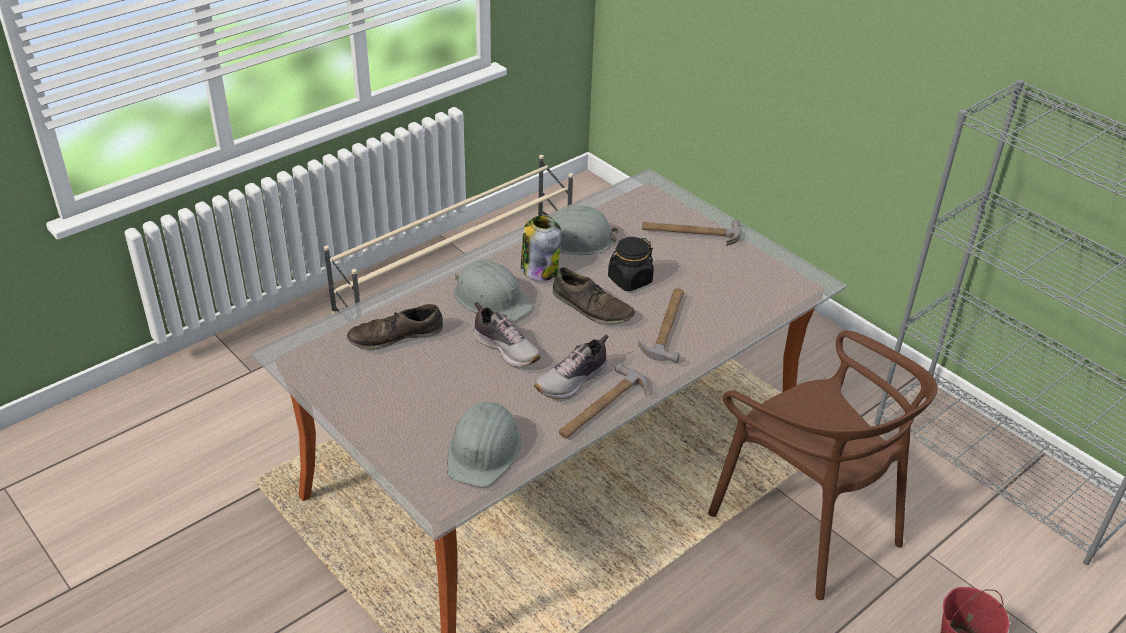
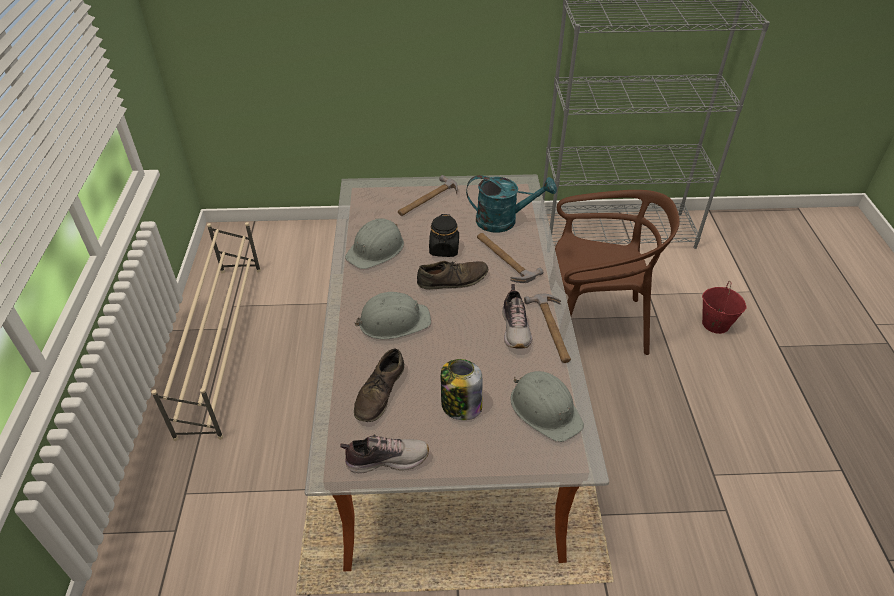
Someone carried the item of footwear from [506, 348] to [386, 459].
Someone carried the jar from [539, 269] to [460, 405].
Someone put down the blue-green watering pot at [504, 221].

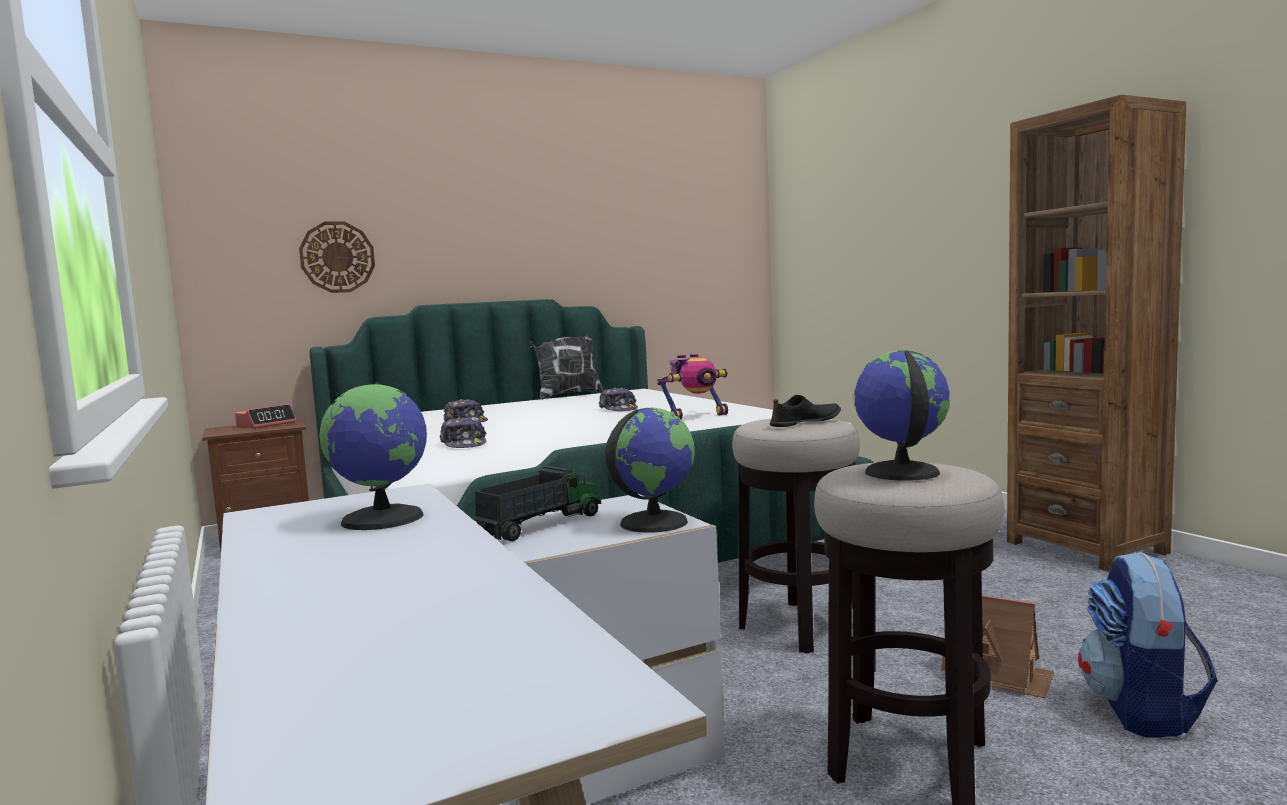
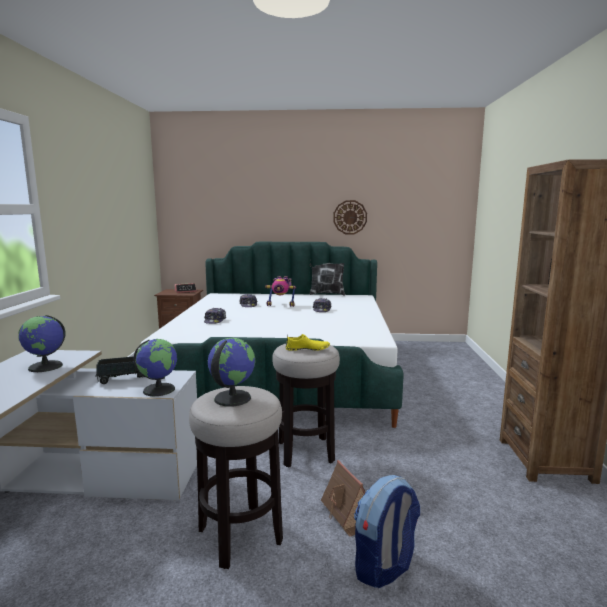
Someone carried the toy robot from [696, 416] to [281, 305].
Someone repainted the blackish item of footwear at [806, 422], which became the yellow-coloured item of footwear at [307, 349].
Someone carried the wall clock from [337, 257] to [350, 217].

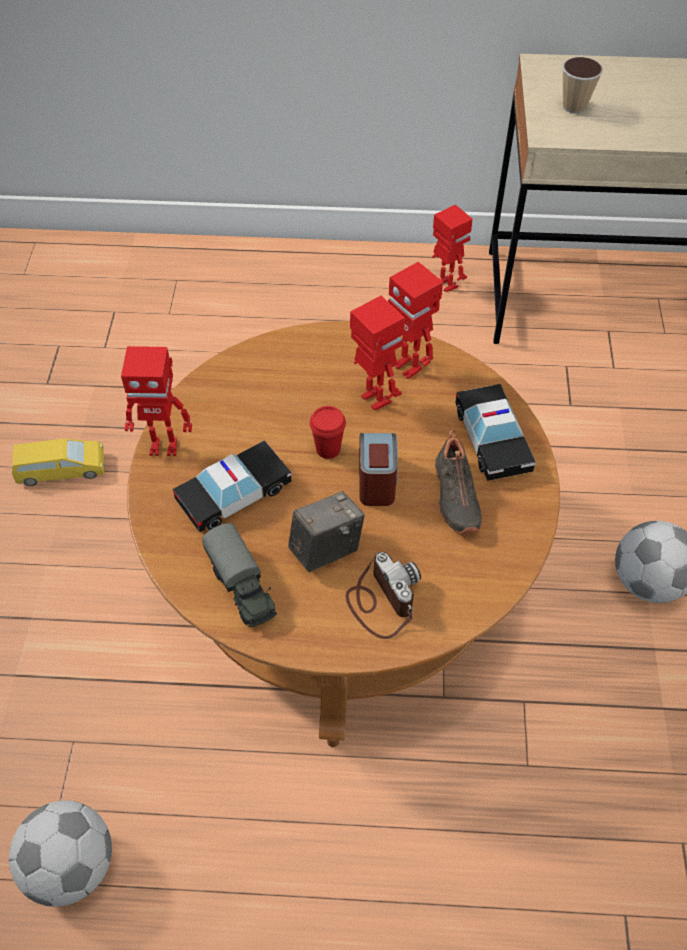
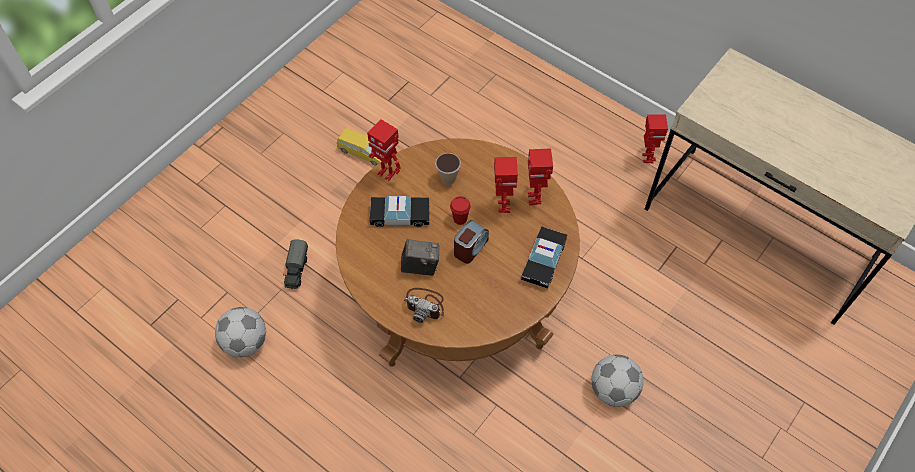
Someone carried the model truck from [242, 587] to [296, 270].
Someone rotated the still camera at [381, 600] by 105 degrees clockwise.
Someone carried the small cup from [574, 107] to [448, 178].
Someone took away the blackish item of footwear at [454, 496].

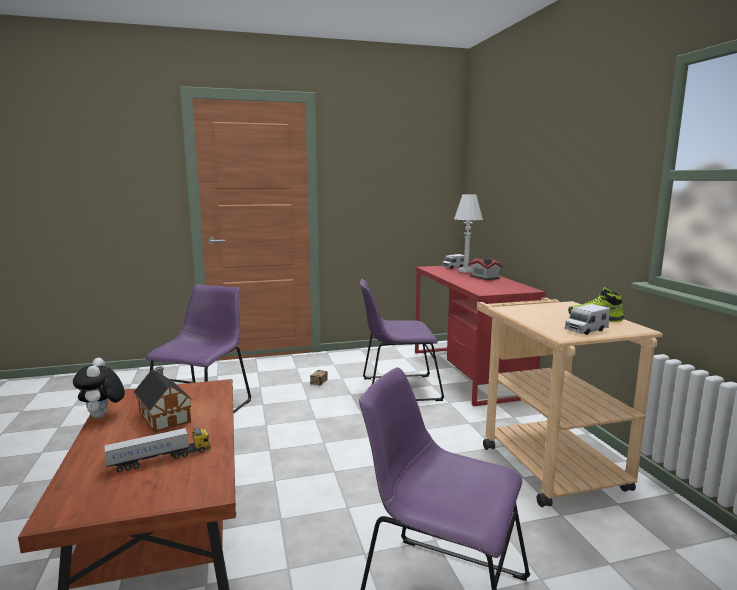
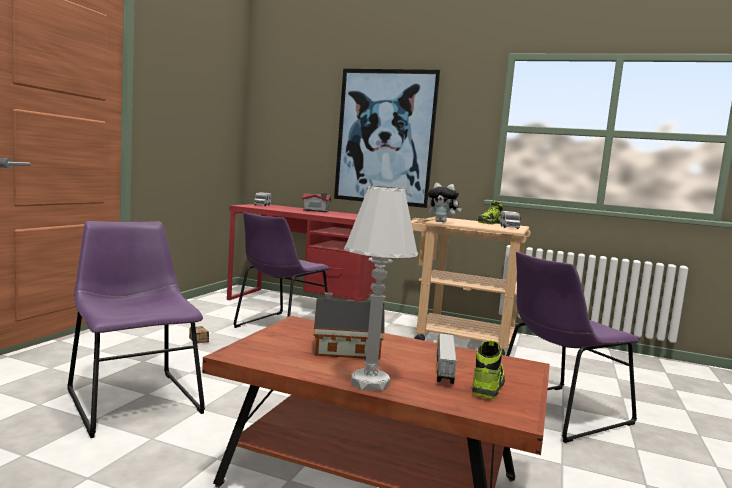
Someone put up the wall picture at [385, 137].
Someone carried the whitish lamp for a table from [466, 271] to [370, 383].
Someone carried the soft toy from [102, 416] to [442, 222].
Someone put down the item of footwear at [486, 385].

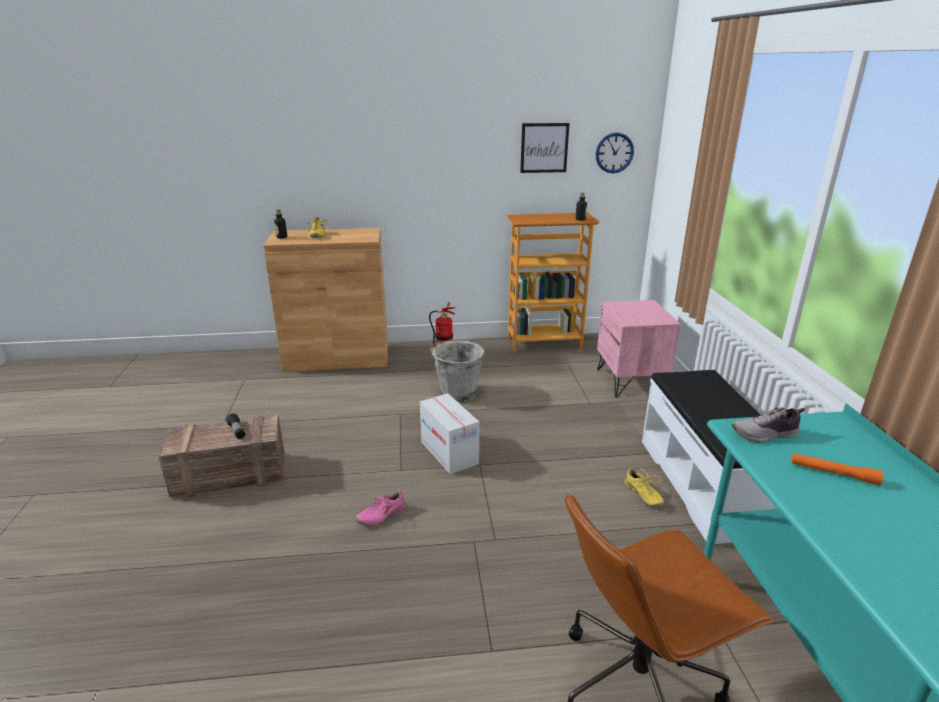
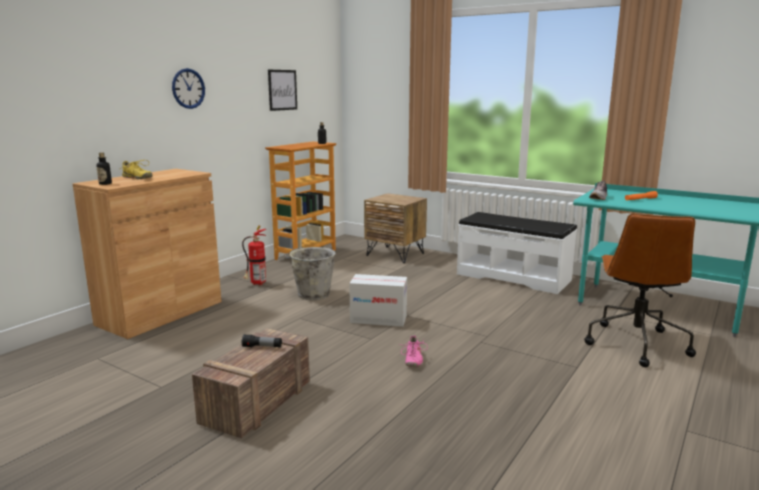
Someone carried the wall clock from [614, 153] to [188, 88].
Someone repainted the pink bedside table at [631, 382], which became the brownish bedside table at [395, 254].
Someone took away the yellow-coloured item of footwear at [642, 495].

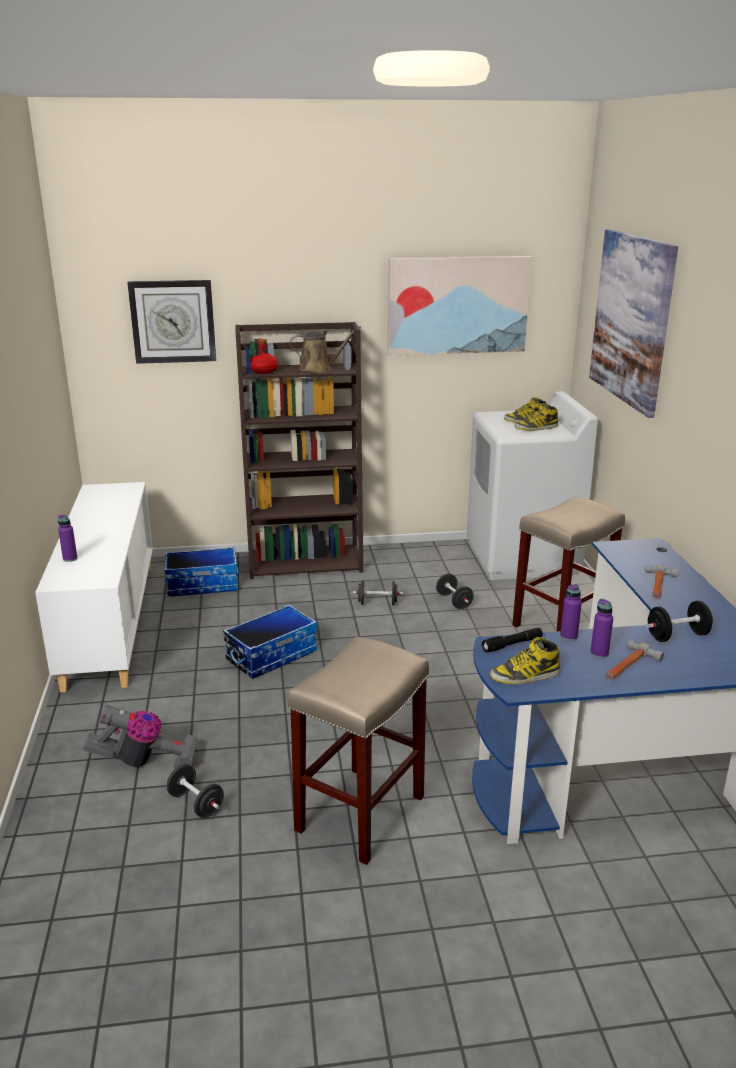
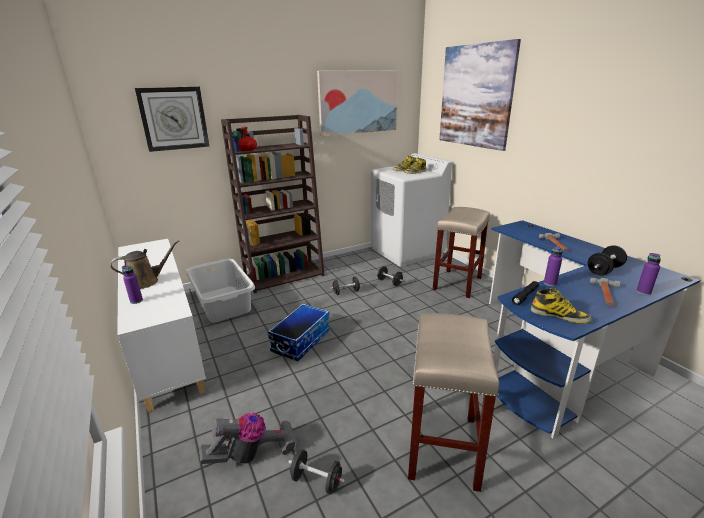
Someone carried the brownish watering pot from [319, 369] to [146, 281].
Someone swapped the storage box at [203, 584] for the grey washing basket at [223, 303].
Someone rotated the boot at [525, 676] by 120 degrees counterclockwise.
Someone carried the purple-coloured beverage bottle from [599, 653] to [643, 292].

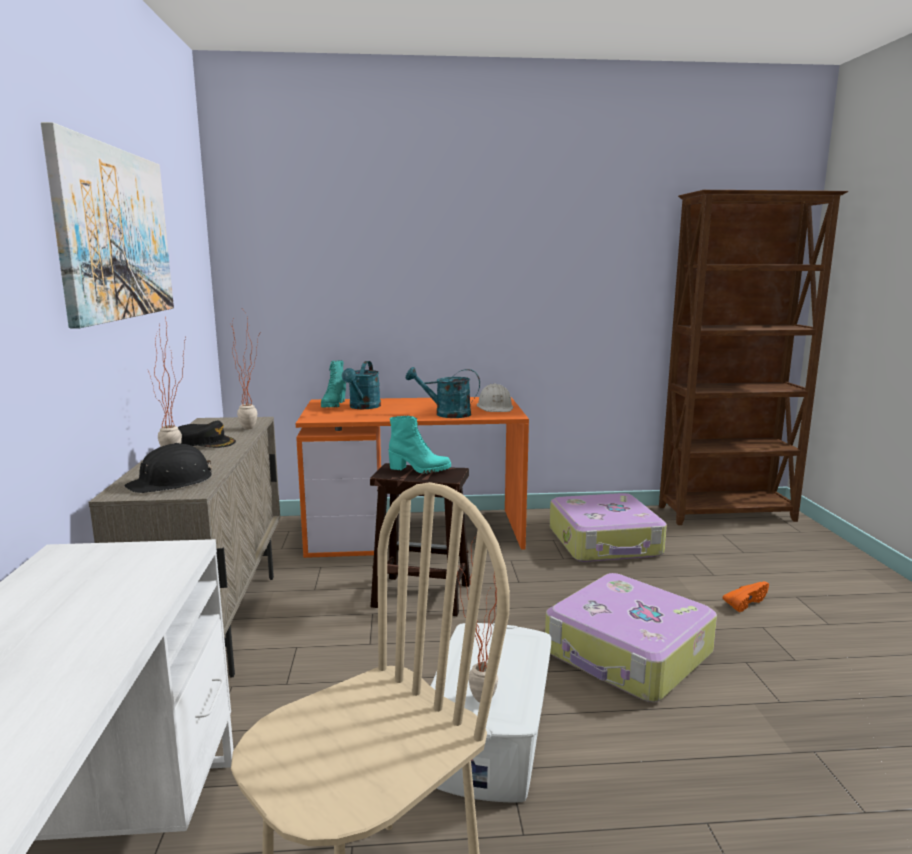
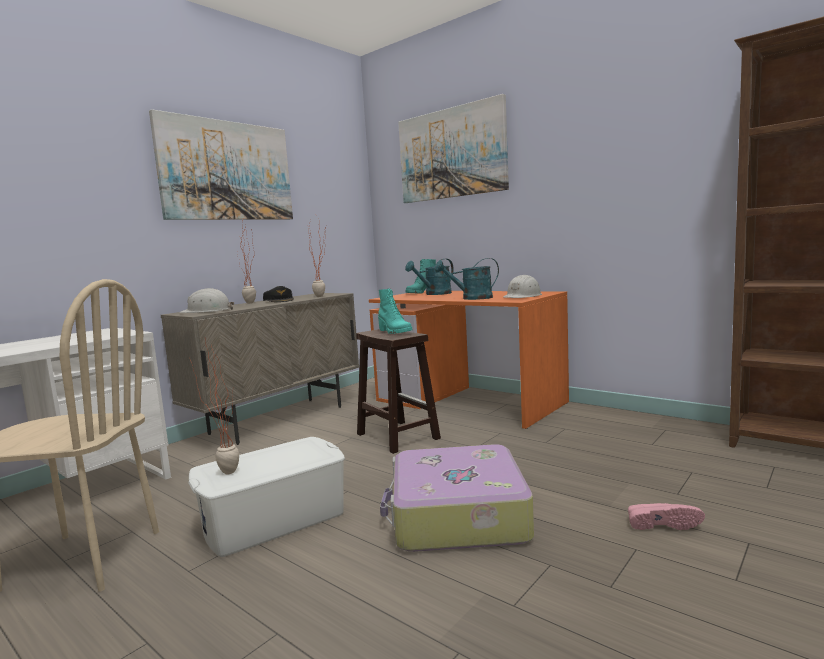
Someone repainted the blackish hard hat at [172, 482], which became the whitish hard hat at [207, 311].
Someone put up the wall picture at [451, 153].
Someone rotated the blue-green watering pot at [446, 414] by 60 degrees counterclockwise.
Someone repainted the orangey item of footwear at [744, 602], which became the pink item of footwear at [662, 524].
Someone took away the travel case at [605, 542].

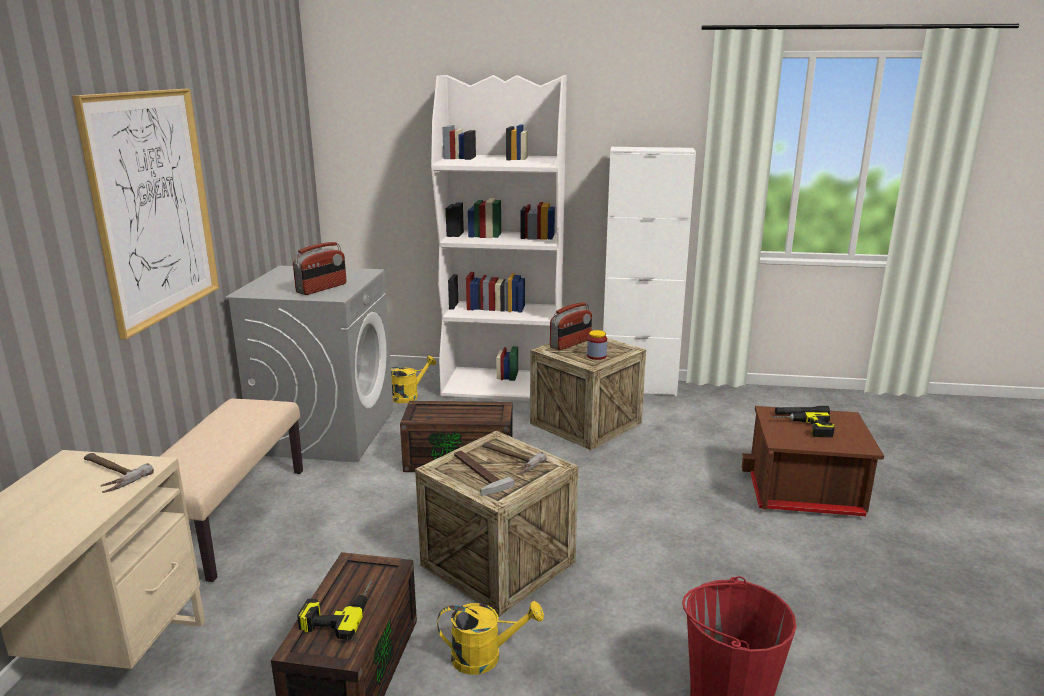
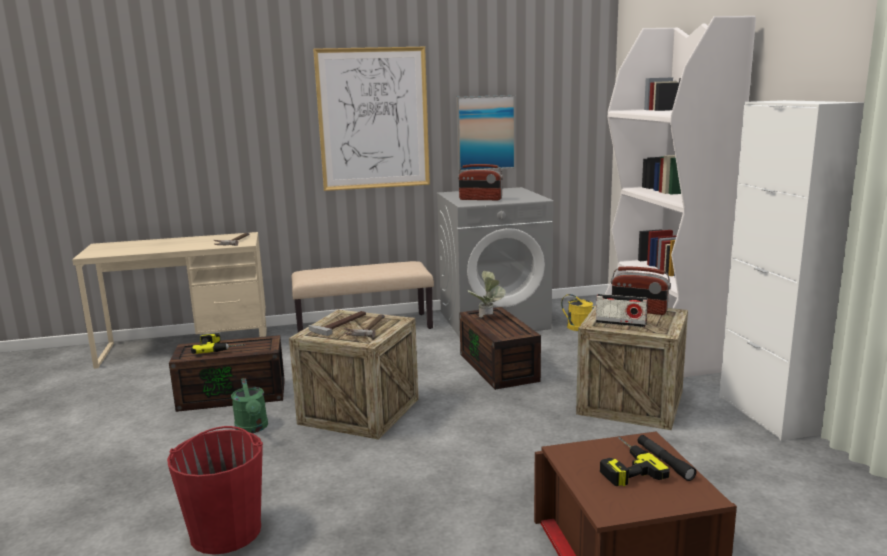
Someone repainted the yellow-coloured watering pot at [485, 657], which became the green watering pot at [252, 428].
Someone put up the wall picture at [485, 133].
Someone put down the plant in a pot at [487, 318].
Someone swapped the jar at [596, 356] for the radio receiver at [620, 323].

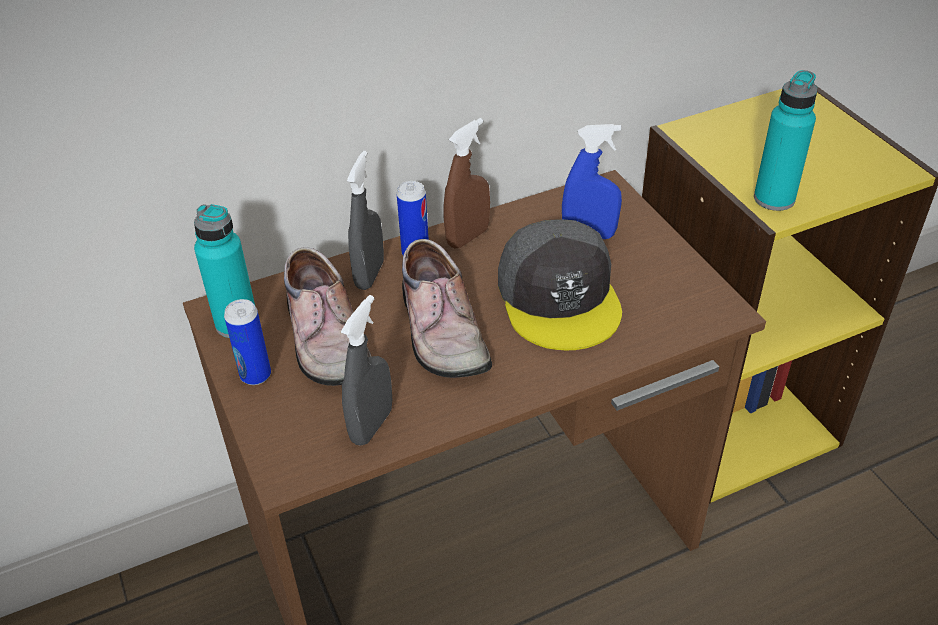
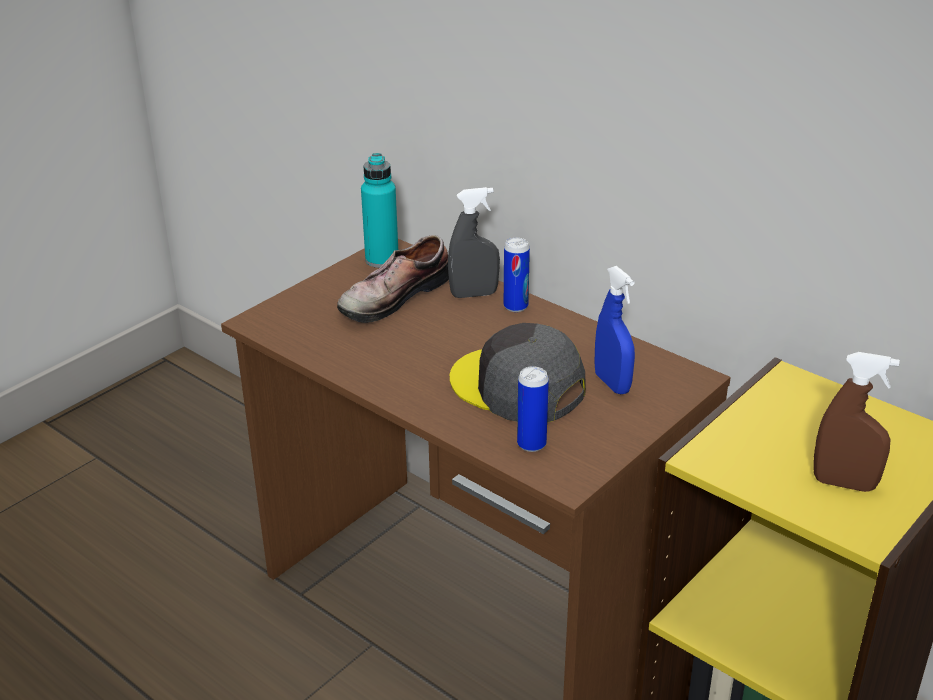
Someone rotated the grey baseball cap at [559, 296] by 75 degrees clockwise.
Someone carried the metal can from [255, 375] to [531, 444].
Someone carried the brownish sprayer from [468, 237] to [844, 484].
Someone took away the grey sprayer at [371, 425].
Someone took away the item of footwear at [438, 329].
Someone took away the blue-green beverage bottle at [774, 198].

